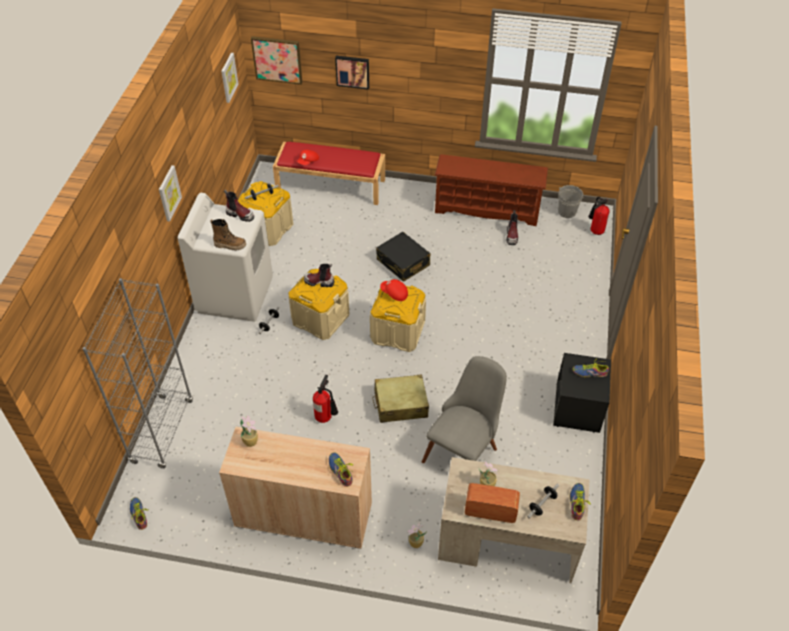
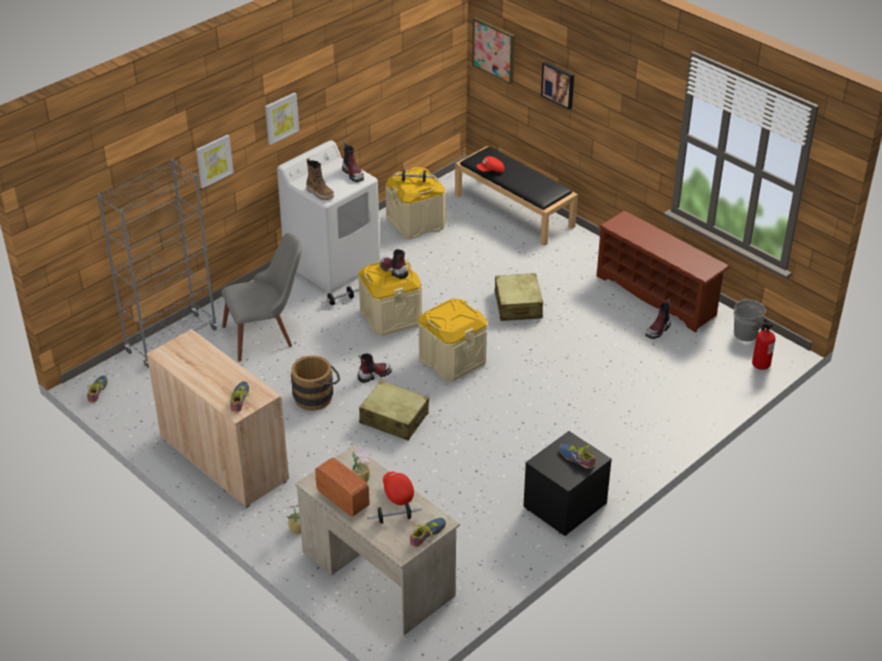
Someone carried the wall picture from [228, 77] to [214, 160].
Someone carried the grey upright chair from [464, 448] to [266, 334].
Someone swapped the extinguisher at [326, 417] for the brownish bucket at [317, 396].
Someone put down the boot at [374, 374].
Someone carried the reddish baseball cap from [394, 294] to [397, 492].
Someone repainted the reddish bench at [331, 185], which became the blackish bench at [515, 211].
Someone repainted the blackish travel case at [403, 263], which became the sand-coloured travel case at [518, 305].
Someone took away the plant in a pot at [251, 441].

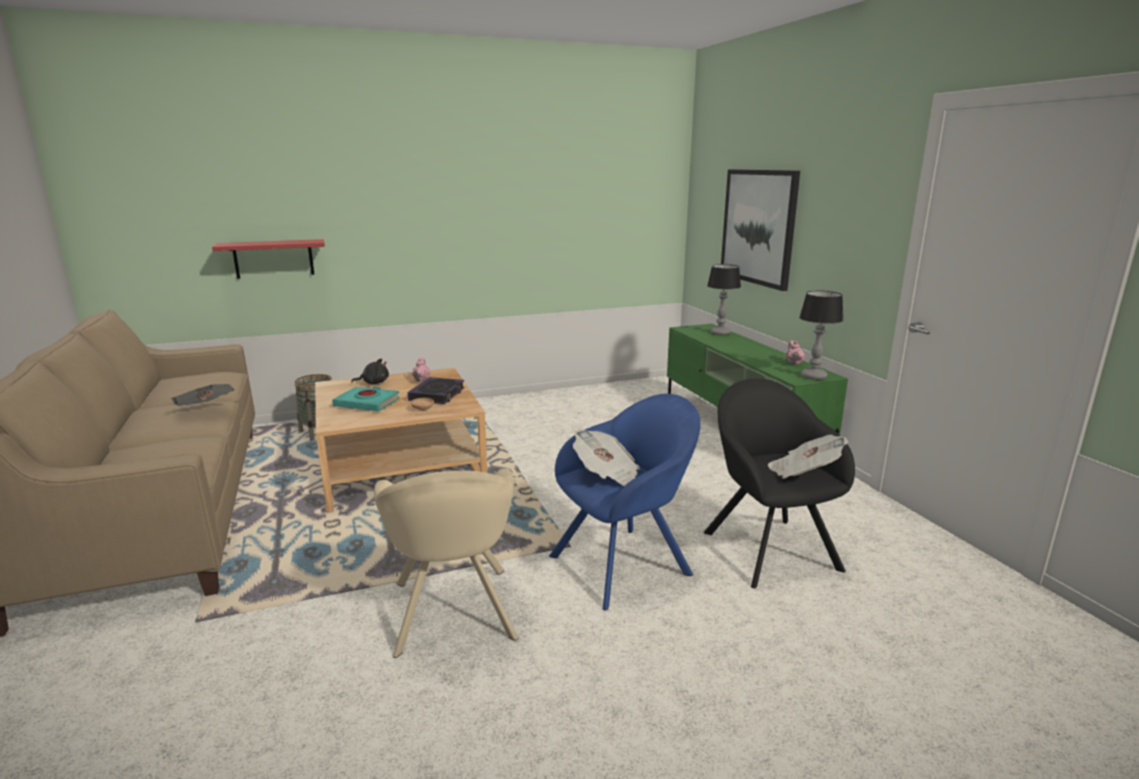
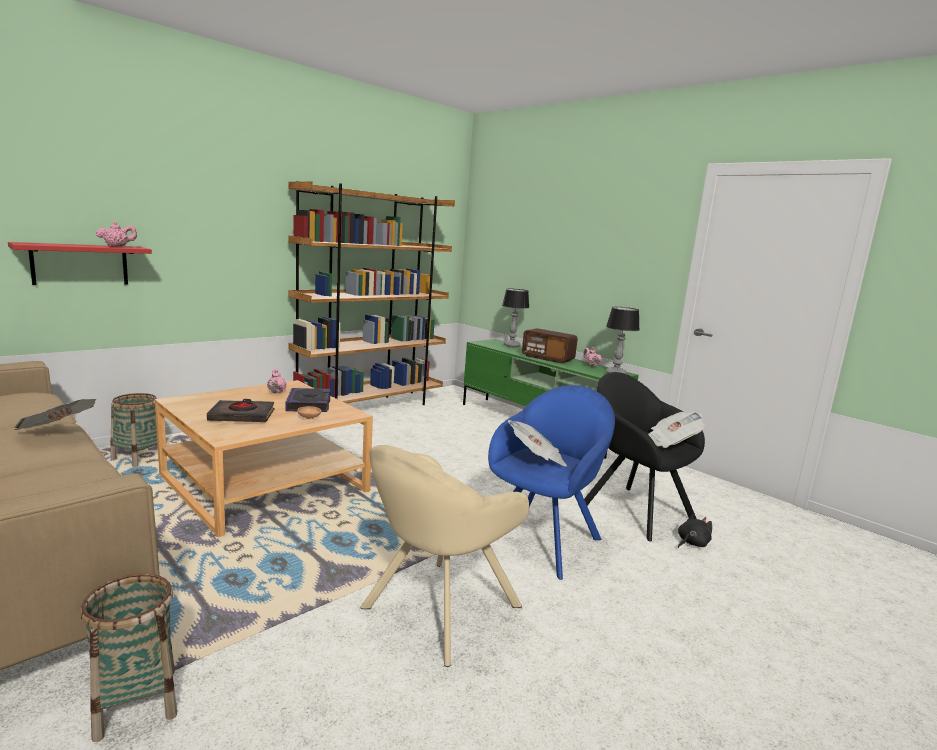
Someone put down the storage basket at [136, 703].
Someone put down the pink teapot at [117, 246].
Someone repainted the blue-green bound book at [367, 403], which became the blackish bound book at [242, 416].
Someone put down the brownish bookcase at [370, 407].
Someone rotated the sand-coloured easy chair at [453, 614] by 75 degrees clockwise.
Someone put down the radio receiver at [547, 358].
Someone carried the blackish soft toy from [374, 383] to [691, 543].
Someone took away the wall picture at [758, 227].

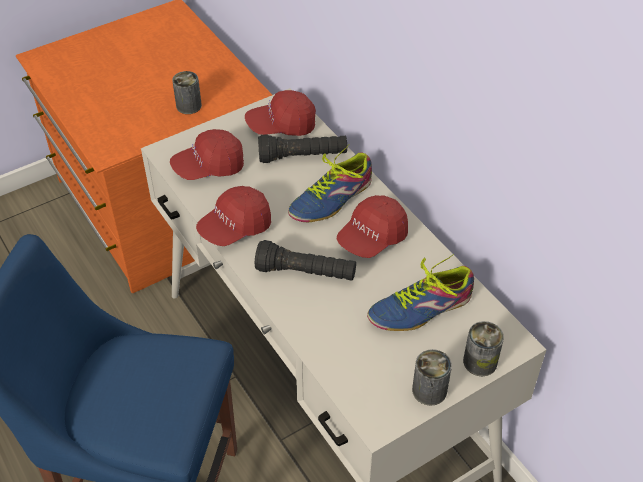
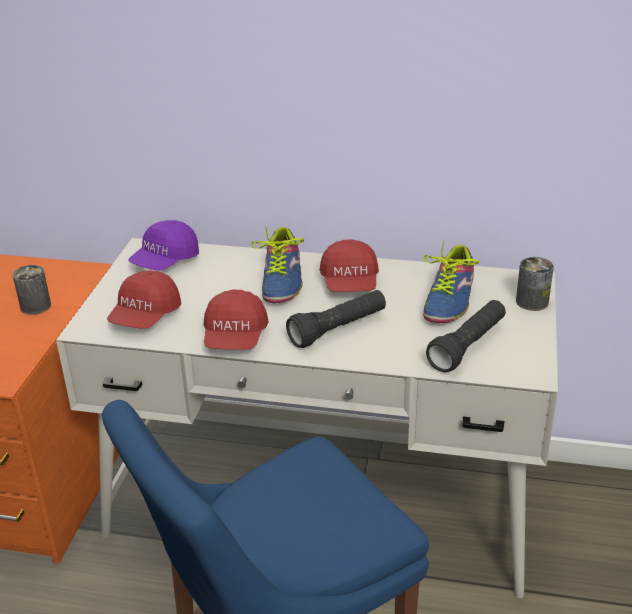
Someone repainted the reddish baseball cap at [281, 125], which became the purple-coloured baseball cap at [165, 261].
Someone carried the blackish torch from [303, 157] to [467, 346].
Someone took away the metal can at [429, 390].

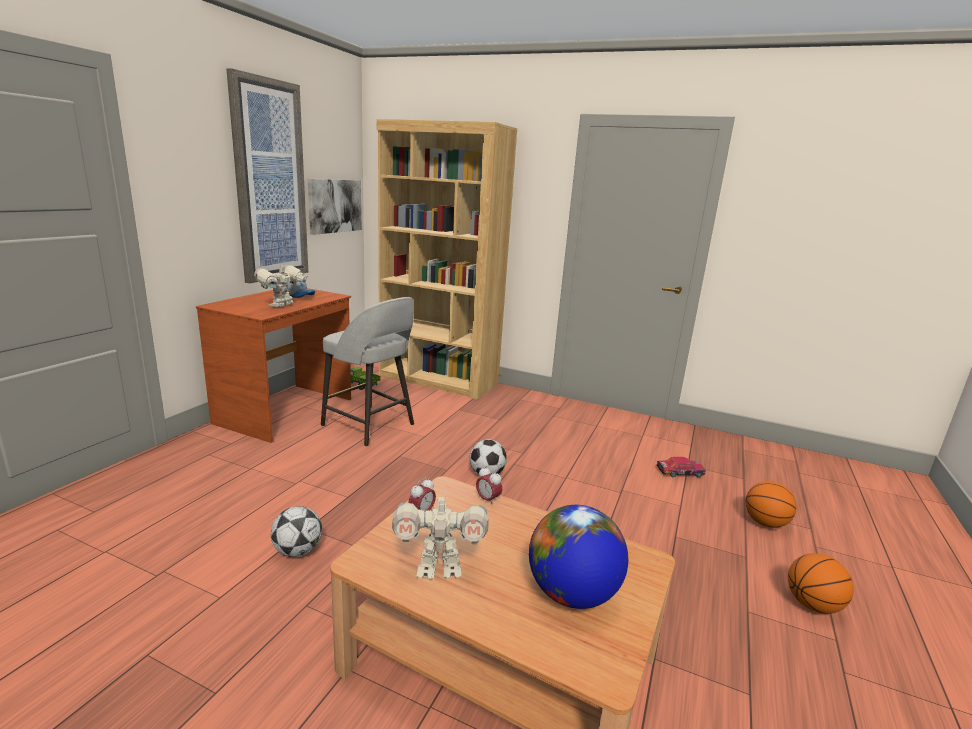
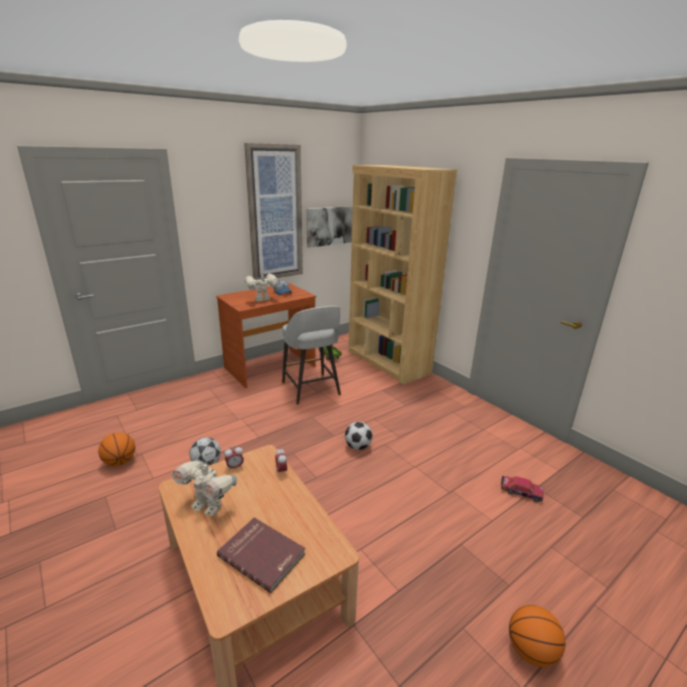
Someone carried the basketball ball from [765, 523] to [120, 462].
Someone swapped the desk globe at [572, 594] for the reddish bound book at [262, 554].

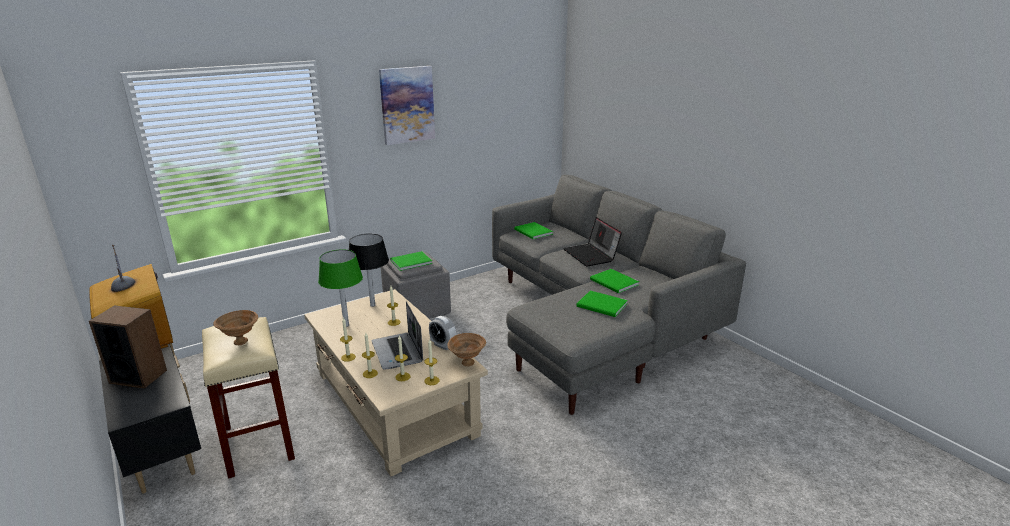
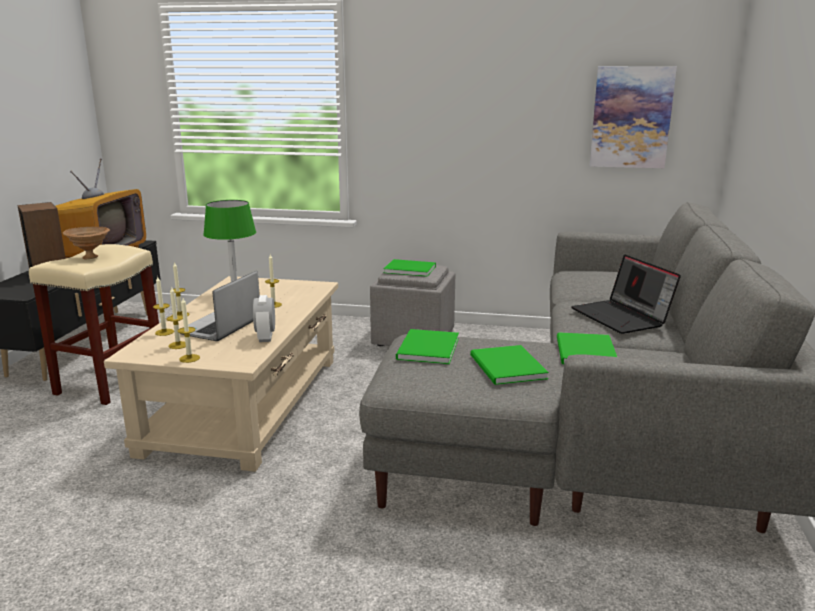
Someone carried the green bound book from [533, 232] to [426, 349].
Someone rotated the notebook computer at [591, 255] by 45 degrees counterclockwise.
Someone carried the wall picture from [407, 105] to [631, 117].
Someone took away the blackish lamp for a table at [372, 305].
Someone took away the brownish bowl at [467, 363].

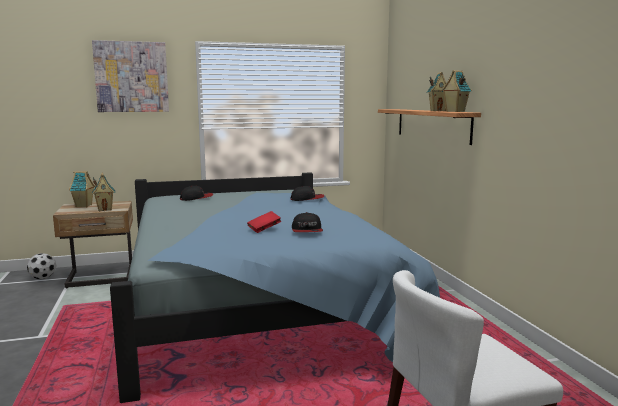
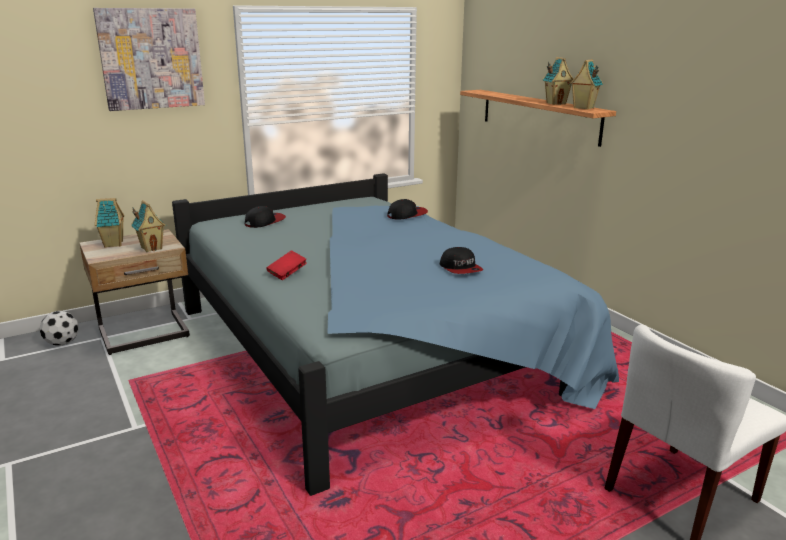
Someone carried the reddish bound book from [264, 229] to [287, 273].

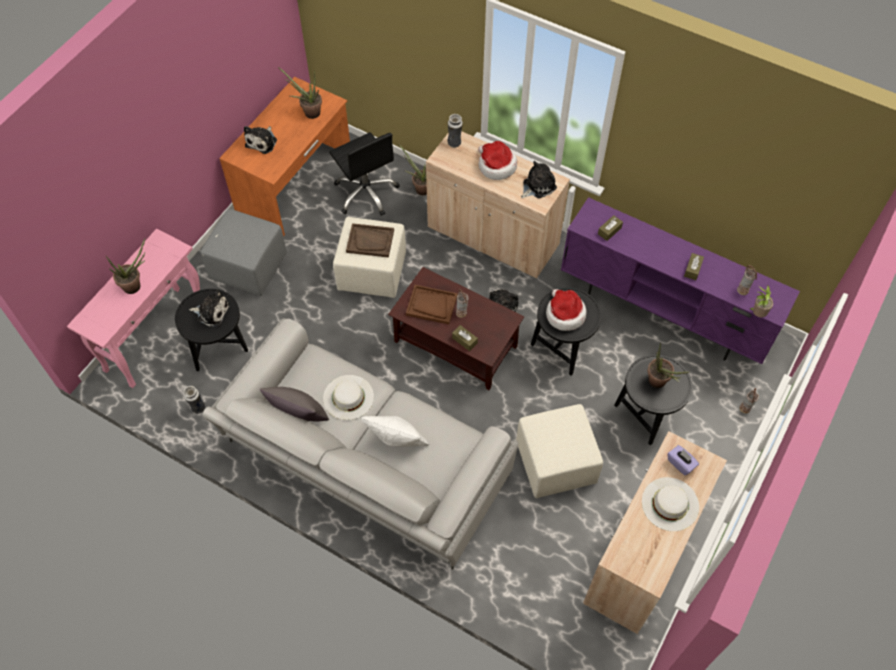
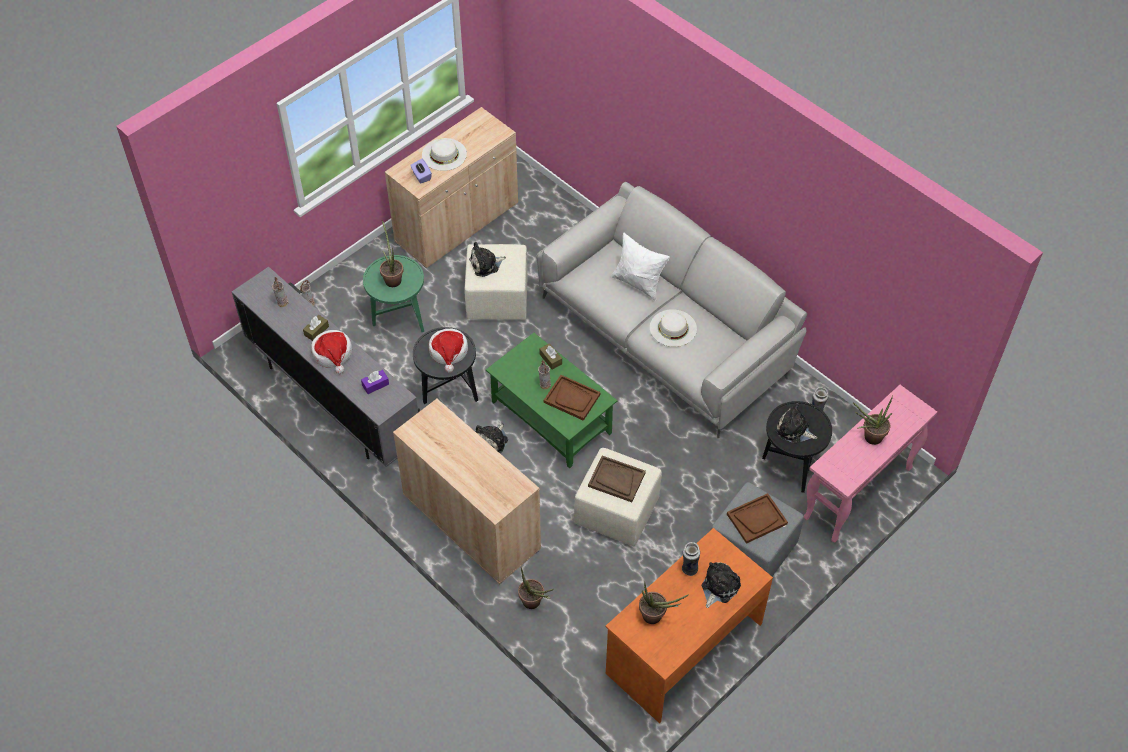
Someone repainted the purple-coloured tv unit at [664, 313], which became the grey tv unit at [333, 400].
Someone carried the hat from [496, 166] to [333, 354].
Someone repainted the brownish tissue holder at [609, 231], which became the purple-coloured tissue holder at [375, 385].
Someone repainted the blackish end table at [646, 414], which became the green end table at [399, 318].
Someone carried the soft toy from [537, 186] to [486, 264].
Someone repainted the brownish coffee table at [454, 344], which became the green coffee table at [552, 417].
Someone carried the flower vase from [454, 143] to [689, 569].
Someone put down the brownish carrying tray at [756, 519].
Someone took away the grey pillow at [299, 417].
Someone took away the blackish office chair at [366, 193].
Someone took away the plant in a pot at [757, 313].

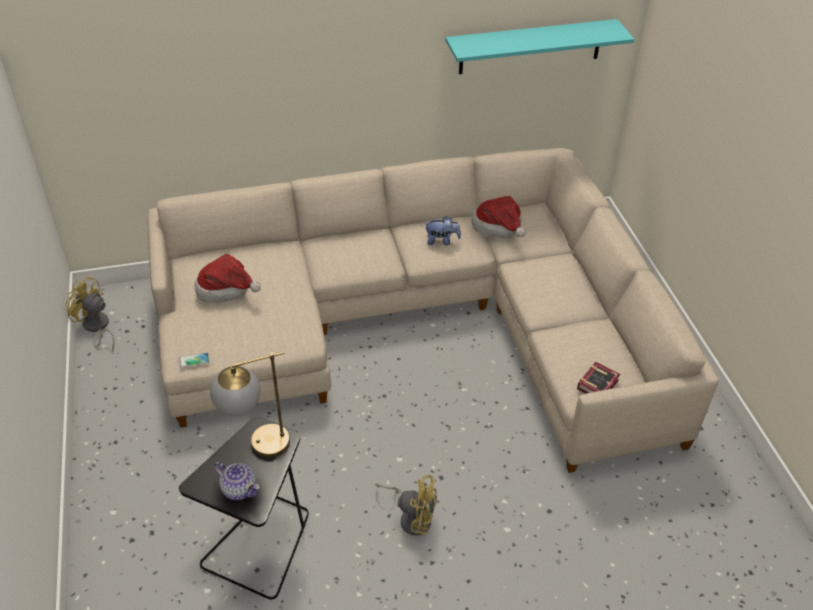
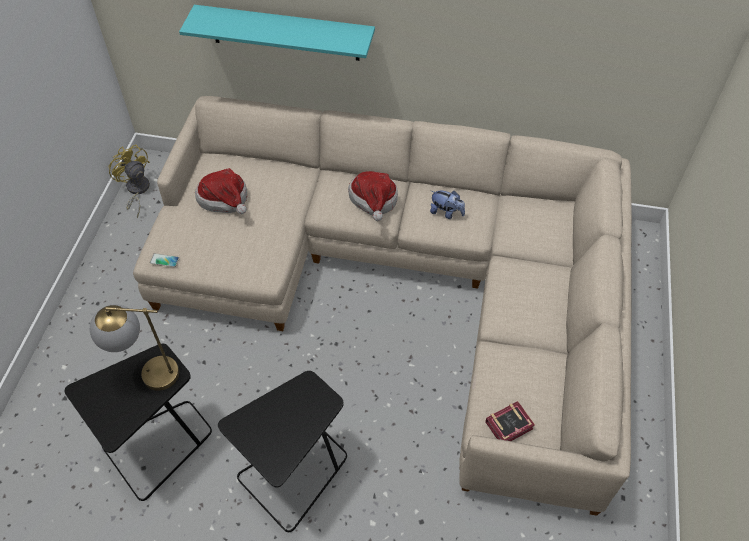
Someone carried the blue-green bracket shelf from [530, 47] to [285, 33].
Someone swapped the yellow-coloured electric fan at [412, 517] for the blackish end table at [295, 474].
Someone carried the hat from [499, 228] to [374, 202].
Someone took away the teapot at [239, 489].

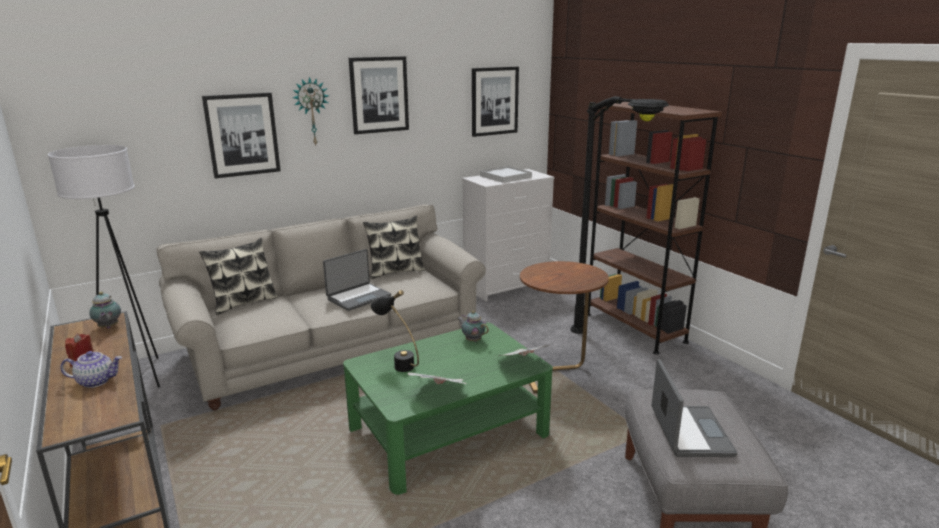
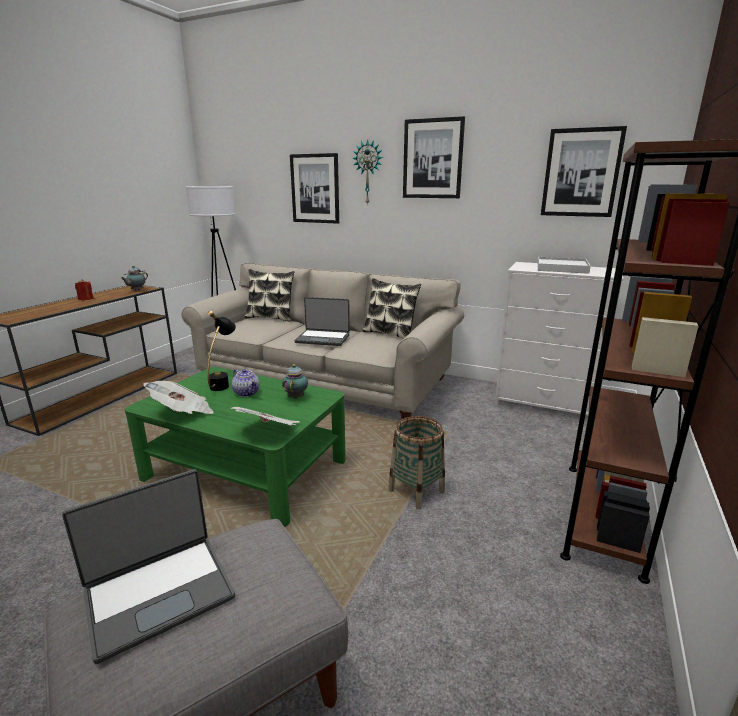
Someone carried the teapot from [96, 381] to [247, 393].
Someone swapped the brownish end table at [557, 370] for the storage basket at [416, 491].
Someone took away the blackish standard lamp at [610, 351].

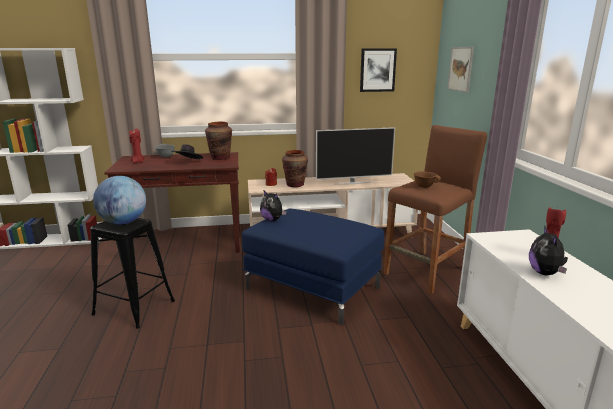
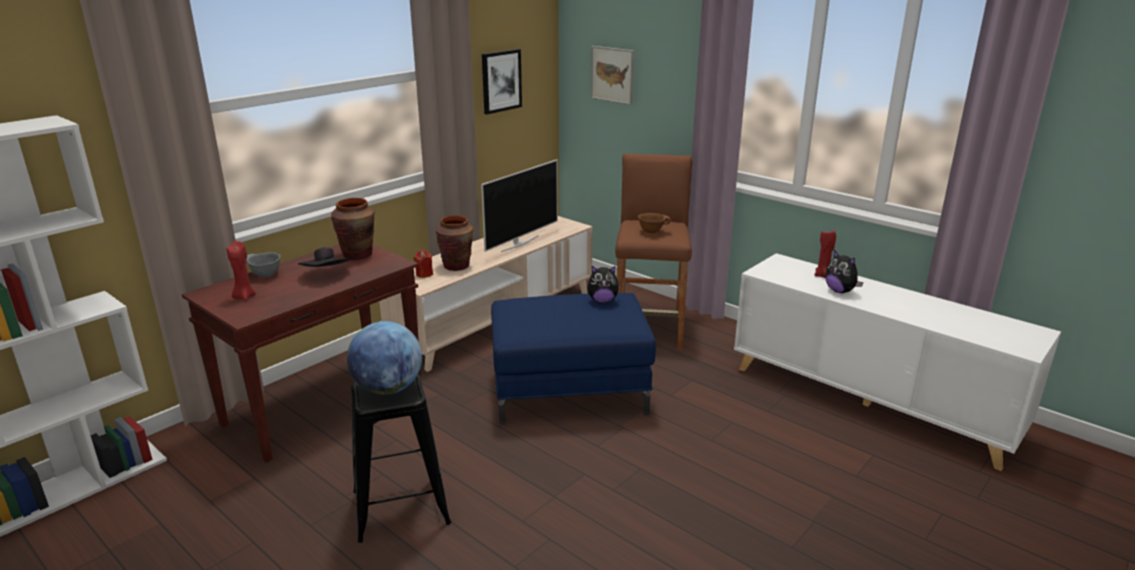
Someone carried the soft toy from [272, 220] to [602, 300].

